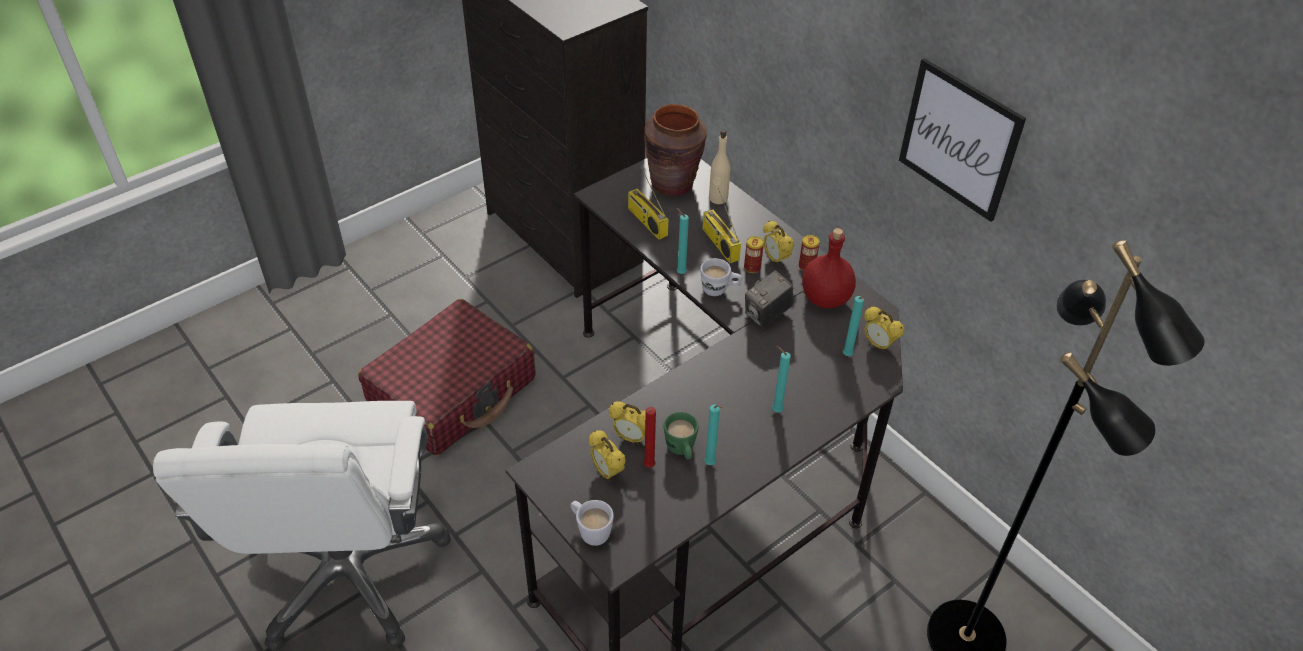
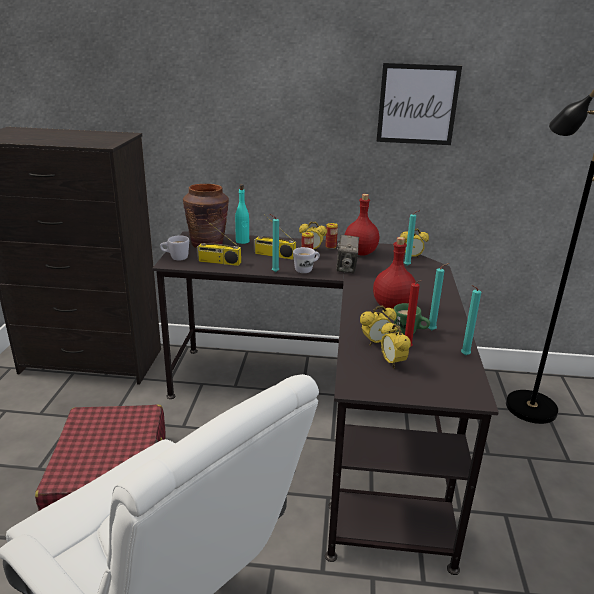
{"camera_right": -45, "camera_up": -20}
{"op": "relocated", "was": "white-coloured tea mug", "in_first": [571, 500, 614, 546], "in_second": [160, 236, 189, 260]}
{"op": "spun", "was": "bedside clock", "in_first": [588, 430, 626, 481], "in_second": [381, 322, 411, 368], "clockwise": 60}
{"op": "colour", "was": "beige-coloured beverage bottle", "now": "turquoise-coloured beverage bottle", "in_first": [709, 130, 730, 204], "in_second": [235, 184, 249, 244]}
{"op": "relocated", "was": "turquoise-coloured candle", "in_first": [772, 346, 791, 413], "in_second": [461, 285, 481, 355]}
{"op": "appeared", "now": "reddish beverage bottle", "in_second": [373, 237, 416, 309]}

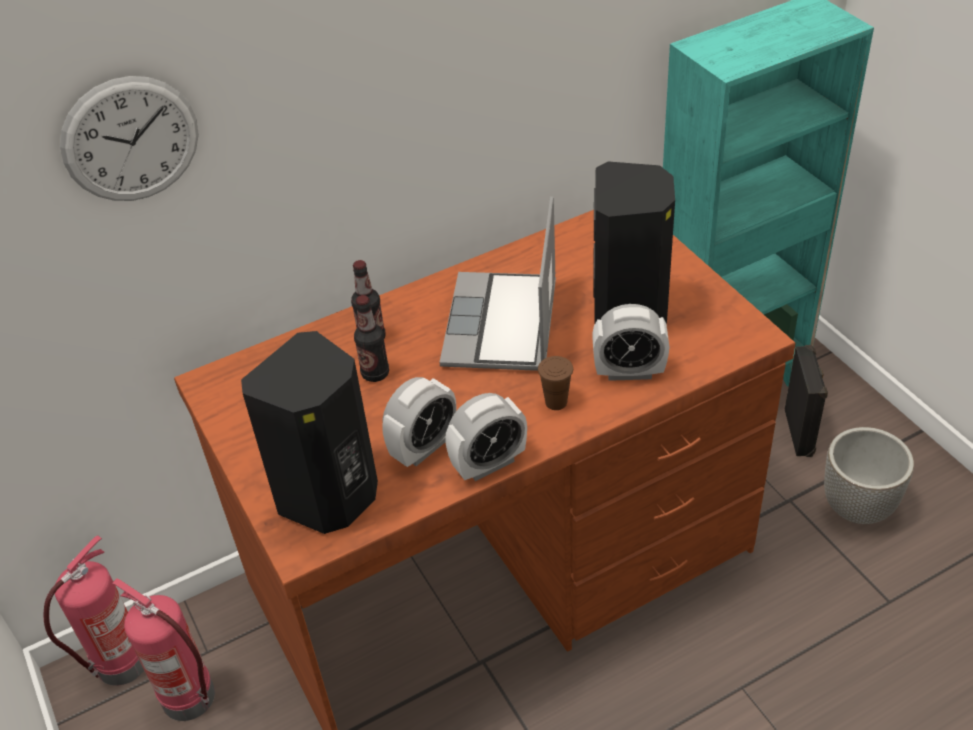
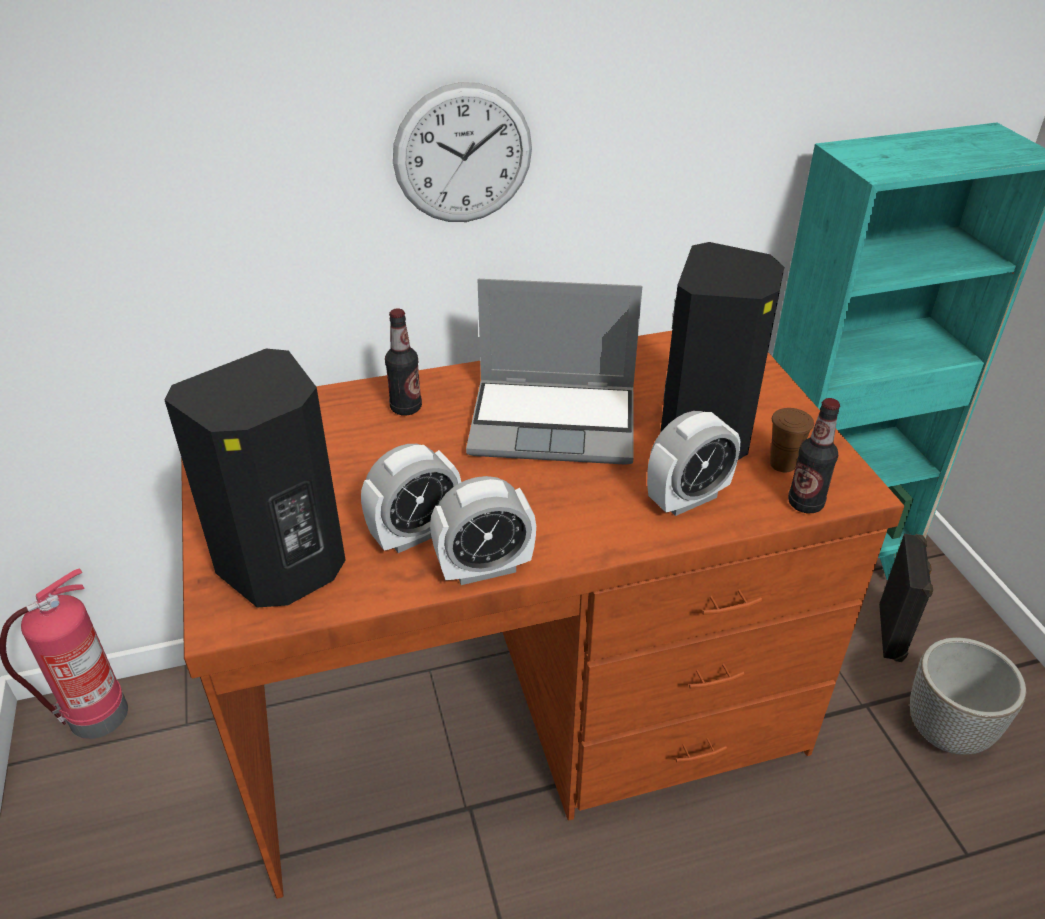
{"camera_right": 10, "camera_up": -5}
{"op": "relocated", "was": "wall clock", "in_first": [60, 76, 199, 201], "in_second": [393, 82, 532, 222]}
{"op": "missing", "was": "extinguisher", "in_first": [112, 579, 215, 721]}
{"op": "relocated", "was": "beverage bottle", "in_first": [354, 295, 389, 382], "in_second": [788, 398, 840, 513]}
{"op": "spun", "was": "notebook computer", "in_first": [439, 196, 556, 371], "in_second": [466, 279, 642, 465], "clockwise": -105}
{"op": "relocated", "was": "brownish small cup", "in_first": [538, 356, 573, 410], "in_second": [770, 408, 814, 472]}
{"op": "spun", "was": "bedside clock", "in_first": [592, 304, 669, 381], "in_second": [647, 411, 740, 516], "clockwise": -45}

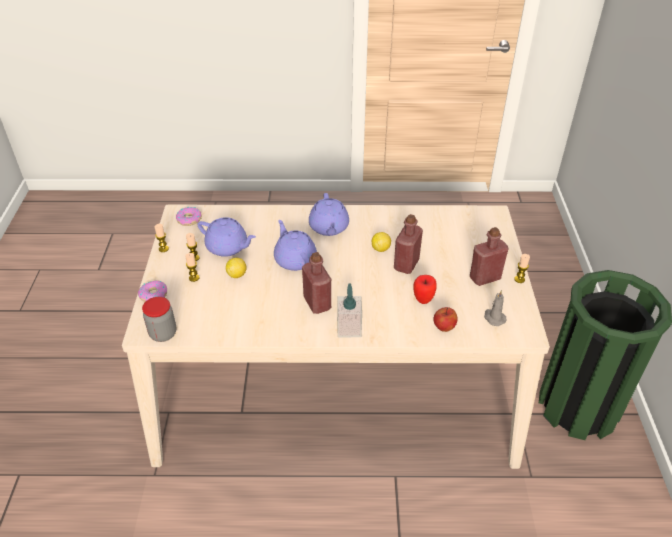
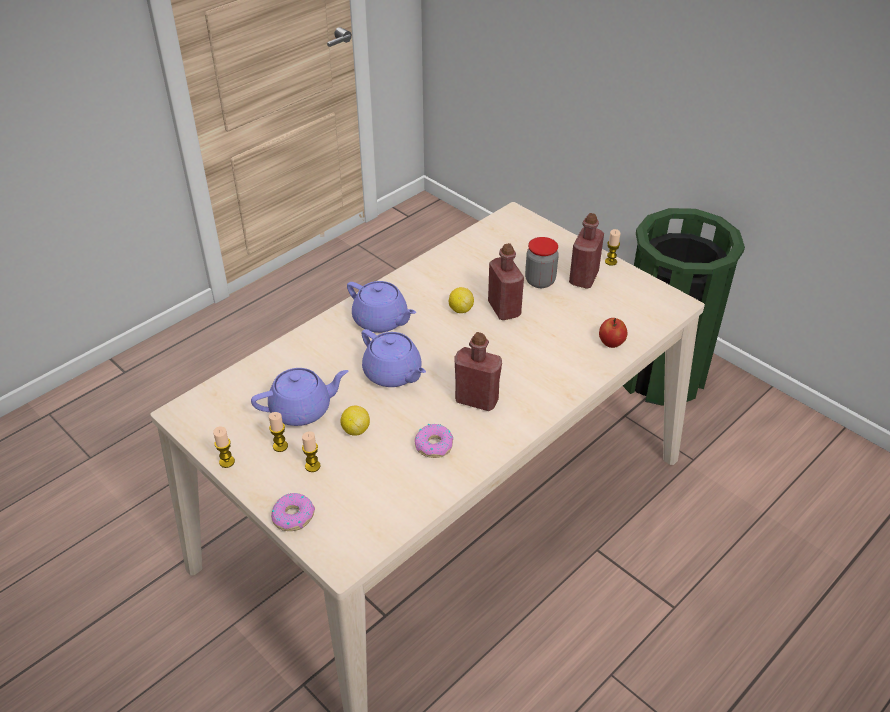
{"camera_right": -45, "camera_up": 0}
{"op": "relocated", "was": "jar", "in_first": [142, 297, 176, 342], "in_second": [525, 237, 559, 288]}
{"op": "relocated", "was": "donut", "in_first": [176, 207, 202, 226], "in_second": [414, 424, 453, 458]}
{"op": "spun", "was": "purple-coloured teapot", "in_first": [274, 220, 317, 271], "in_second": [361, 329, 426, 387], "clockwise": -150}
{"op": "missing", "was": "soap bottle", "in_first": [337, 284, 362, 338]}
{"op": "missing", "was": "apple fruit", "in_first": [413, 275, 437, 304]}
{"op": "missing", "was": "greyish candle", "in_first": [484, 290, 507, 326]}

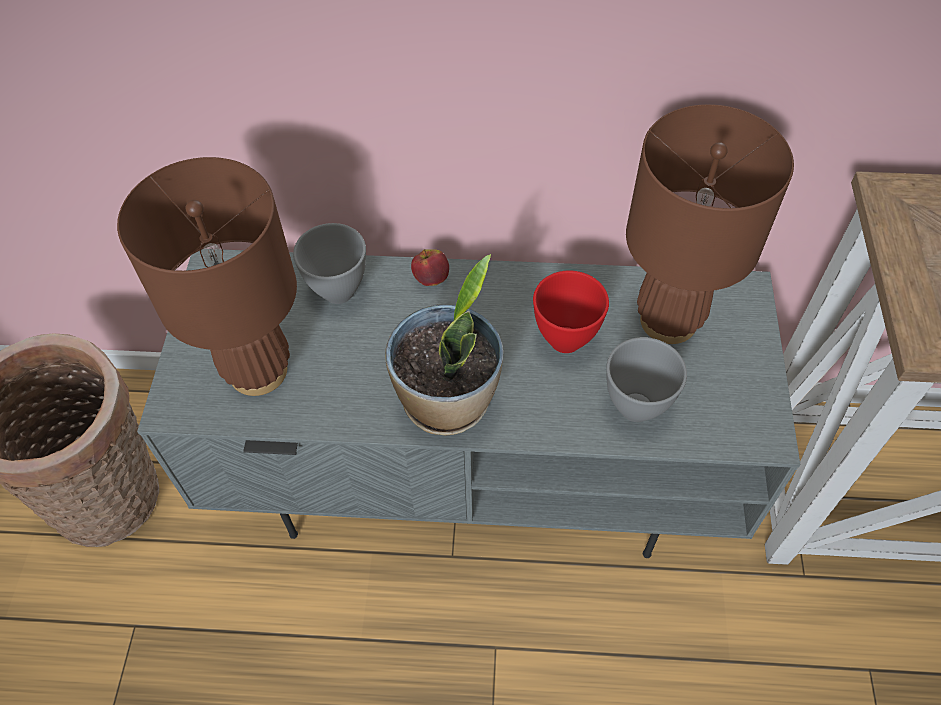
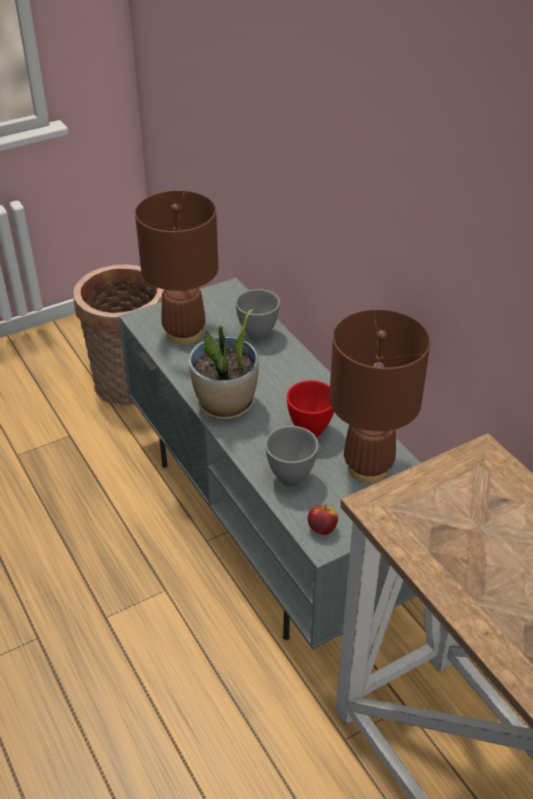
{"camera_right": 55, "camera_up": -15}
{"op": "relocated", "was": "apple fruit", "in_first": [411, 249, 449, 286], "in_second": [308, 504, 338, 535]}

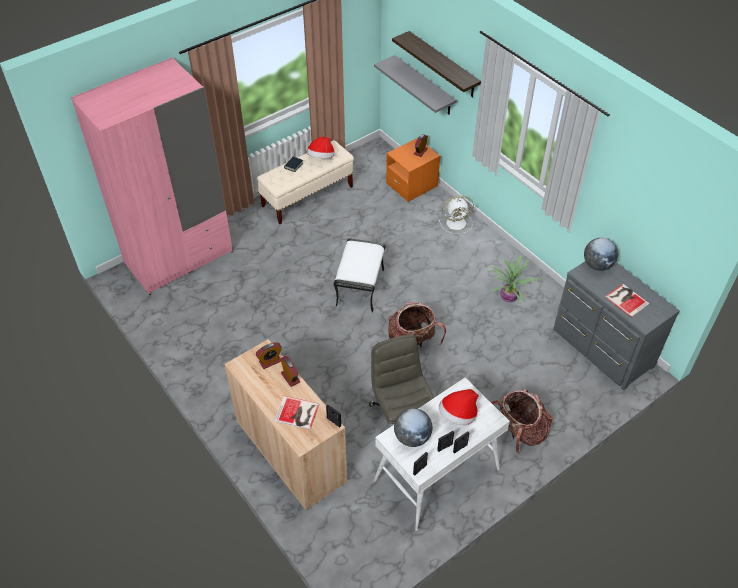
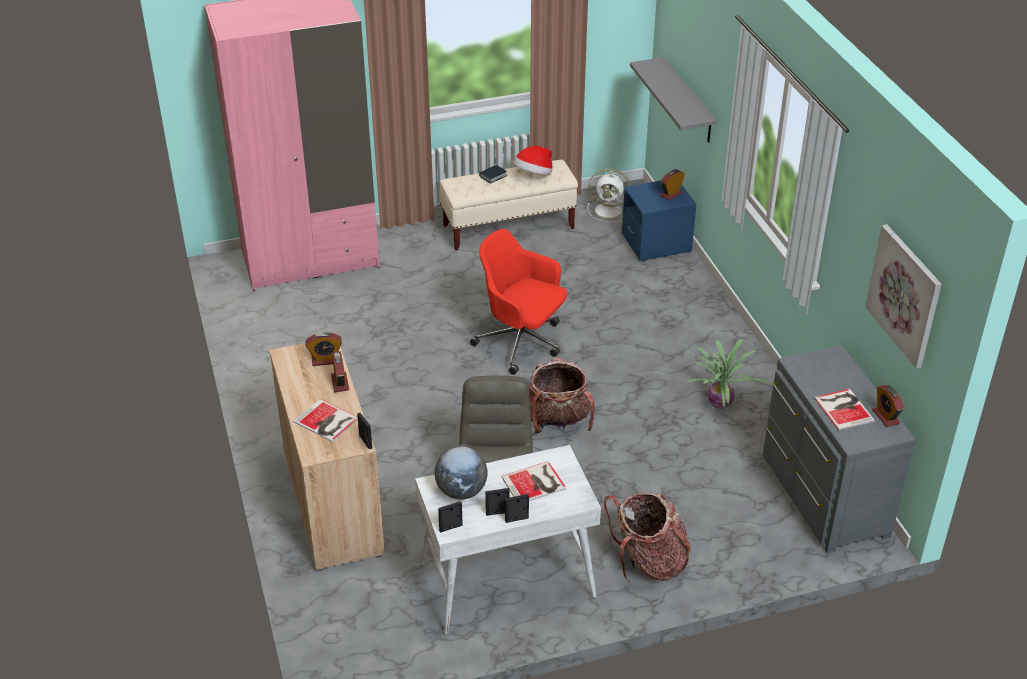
{"camera_right": 20, "camera_up": -10}
{"op": "exchanged", "was": "white-coloured ottoman", "now": "reddish office chair", "in_first": [334, 239, 386, 312], "in_second": [470, 229, 567, 375]}
{"op": "colour", "was": "orange bedside table", "now": "bluish bedside table", "in_first": [386, 138, 440, 202], "in_second": [622, 181, 697, 262]}
{"op": "missing", "was": "wall shelf", "in_first": [392, 31, 481, 97]}
{"op": "relocated", "was": "white-coloured cooling fan", "in_first": [439, 196, 474, 234], "in_second": [588, 169, 631, 222]}
{"op": "exchanged", "was": "hat", "now": "bound book", "in_first": [439, 389, 479, 425], "in_second": [501, 461, 566, 501]}
{"op": "missing", "was": "globe", "in_first": [584, 238, 618, 271]}
{"op": "appeared", "now": "wall art", "in_second": [865, 224, 942, 368]}
{"op": "appeared", "now": "bedside clock", "in_second": [872, 385, 904, 427]}

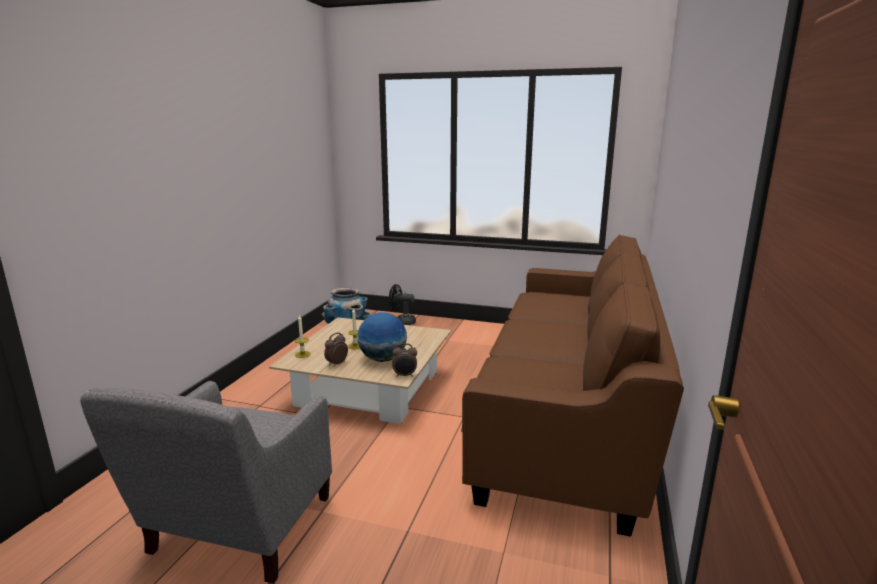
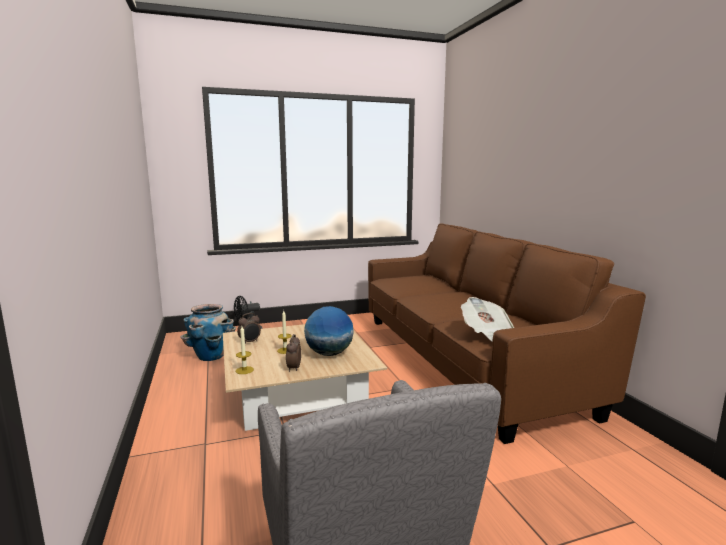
{"camera_right": -35, "camera_up": -5}
{"op": "relocated", "was": "bedside clock", "in_first": [392, 343, 417, 377], "in_second": [237, 313, 261, 343]}
{"op": "appeared", "now": "daily paper", "in_second": [461, 297, 514, 342]}

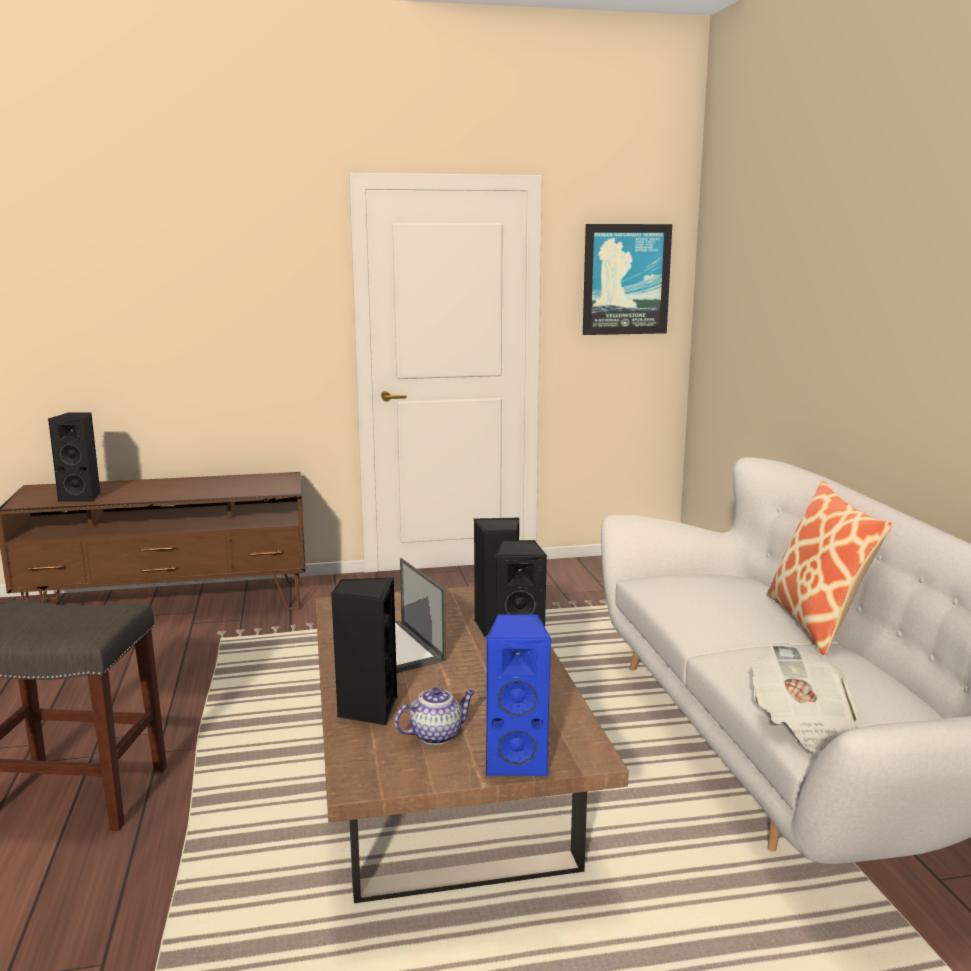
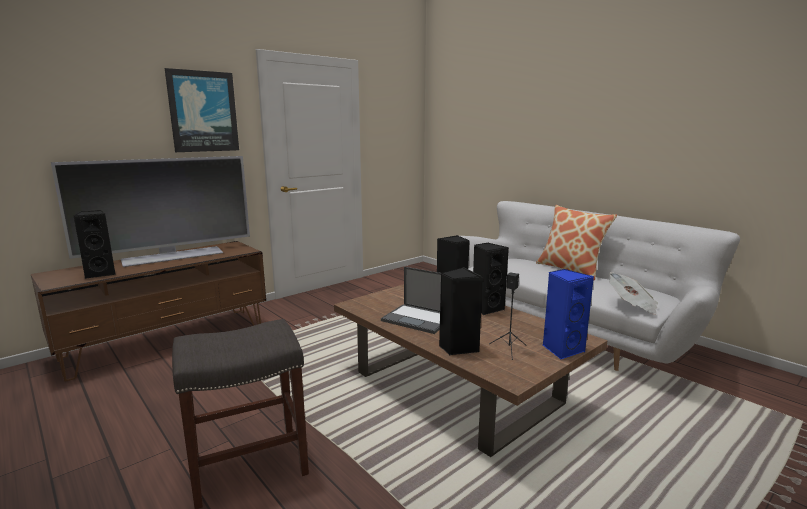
{"camera_right": -30, "camera_up": 0}
{"op": "exchanged", "was": "teapot", "now": "blackish speaker", "in_first": [395, 688, 475, 745], "in_second": [489, 272, 526, 360]}
{"op": "relocated", "was": "wall art", "in_first": [583, 224, 672, 335], "in_second": [165, 68, 239, 152]}
{"op": "appeared", "now": "TV", "in_second": [51, 156, 250, 267]}

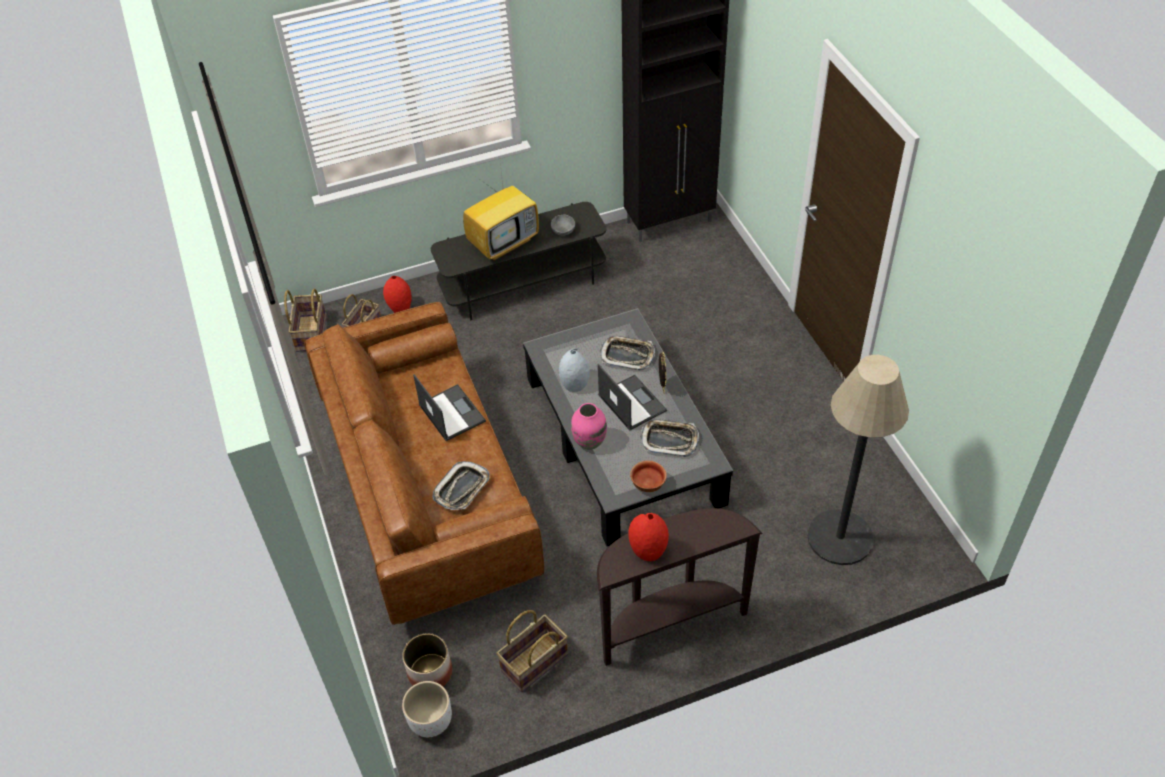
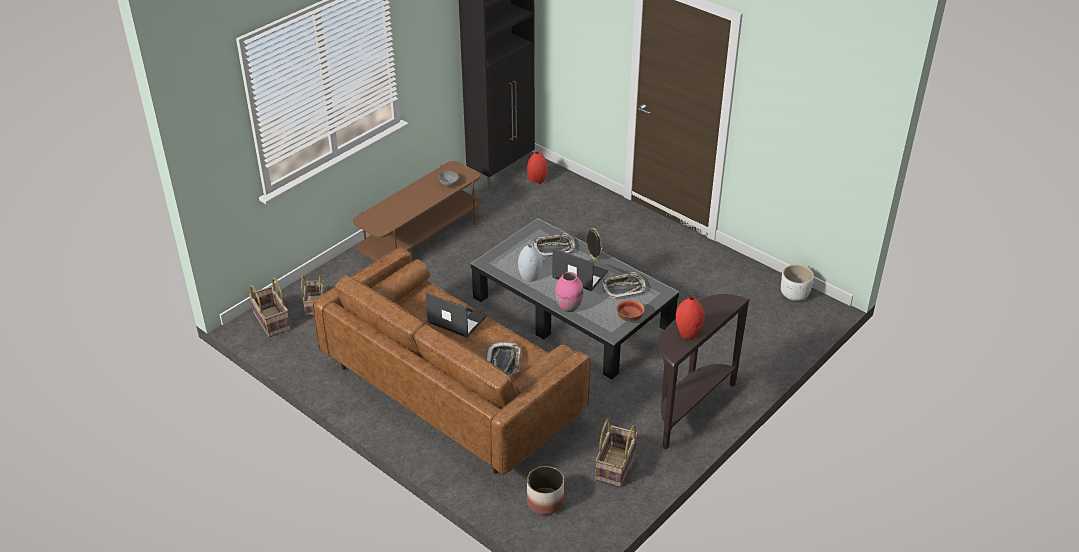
{"camera_right": -30, "camera_up": -10}
{"op": "relocated", "was": "reddish flower vase", "in_first": [383, 276, 412, 313], "in_second": [527, 152, 548, 184]}
{"op": "relocated", "was": "white-coloured plant pot", "in_first": [402, 681, 452, 737], "in_second": [781, 264, 814, 301]}
{"op": "colour", "was": "greyish media console", "now": "brownish media console", "in_first": [431, 202, 606, 320], "in_second": [353, 161, 480, 261]}
{"op": "missing", "was": "TV", "in_first": [463, 163, 539, 261]}
{"op": "missing", "was": "standing lamp", "in_first": [807, 355, 909, 565]}

